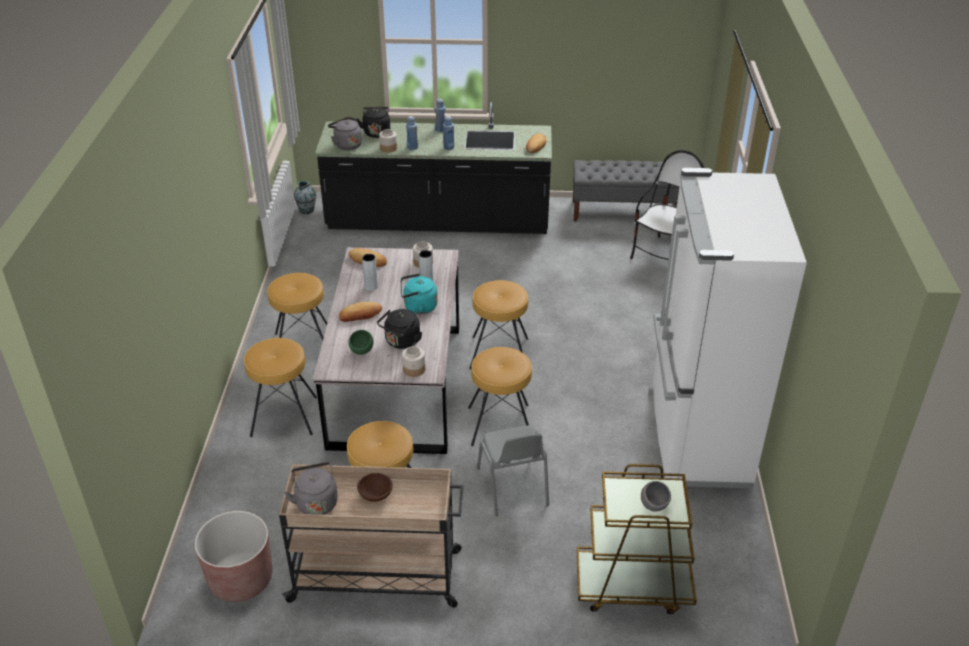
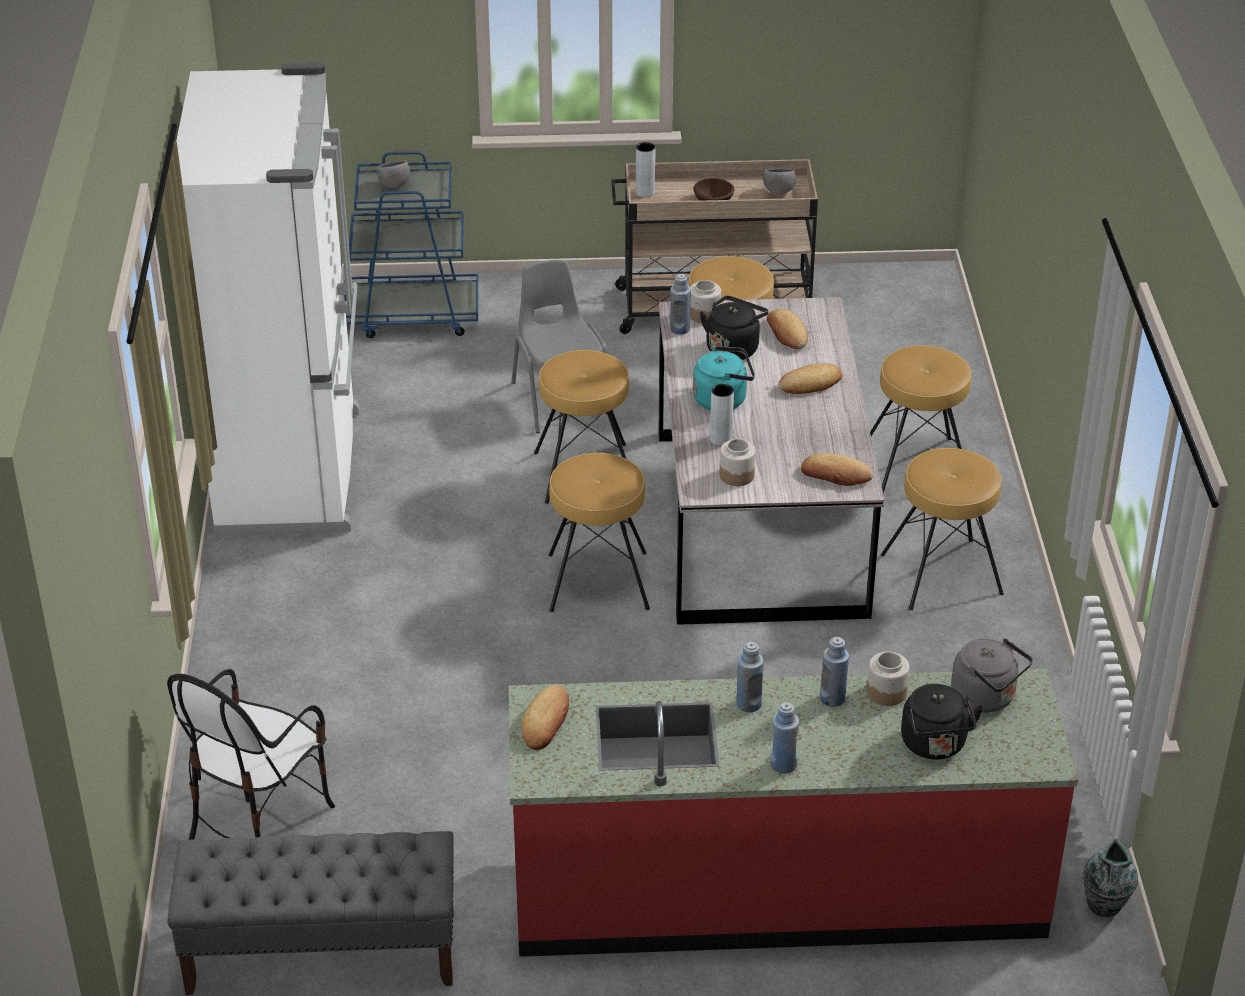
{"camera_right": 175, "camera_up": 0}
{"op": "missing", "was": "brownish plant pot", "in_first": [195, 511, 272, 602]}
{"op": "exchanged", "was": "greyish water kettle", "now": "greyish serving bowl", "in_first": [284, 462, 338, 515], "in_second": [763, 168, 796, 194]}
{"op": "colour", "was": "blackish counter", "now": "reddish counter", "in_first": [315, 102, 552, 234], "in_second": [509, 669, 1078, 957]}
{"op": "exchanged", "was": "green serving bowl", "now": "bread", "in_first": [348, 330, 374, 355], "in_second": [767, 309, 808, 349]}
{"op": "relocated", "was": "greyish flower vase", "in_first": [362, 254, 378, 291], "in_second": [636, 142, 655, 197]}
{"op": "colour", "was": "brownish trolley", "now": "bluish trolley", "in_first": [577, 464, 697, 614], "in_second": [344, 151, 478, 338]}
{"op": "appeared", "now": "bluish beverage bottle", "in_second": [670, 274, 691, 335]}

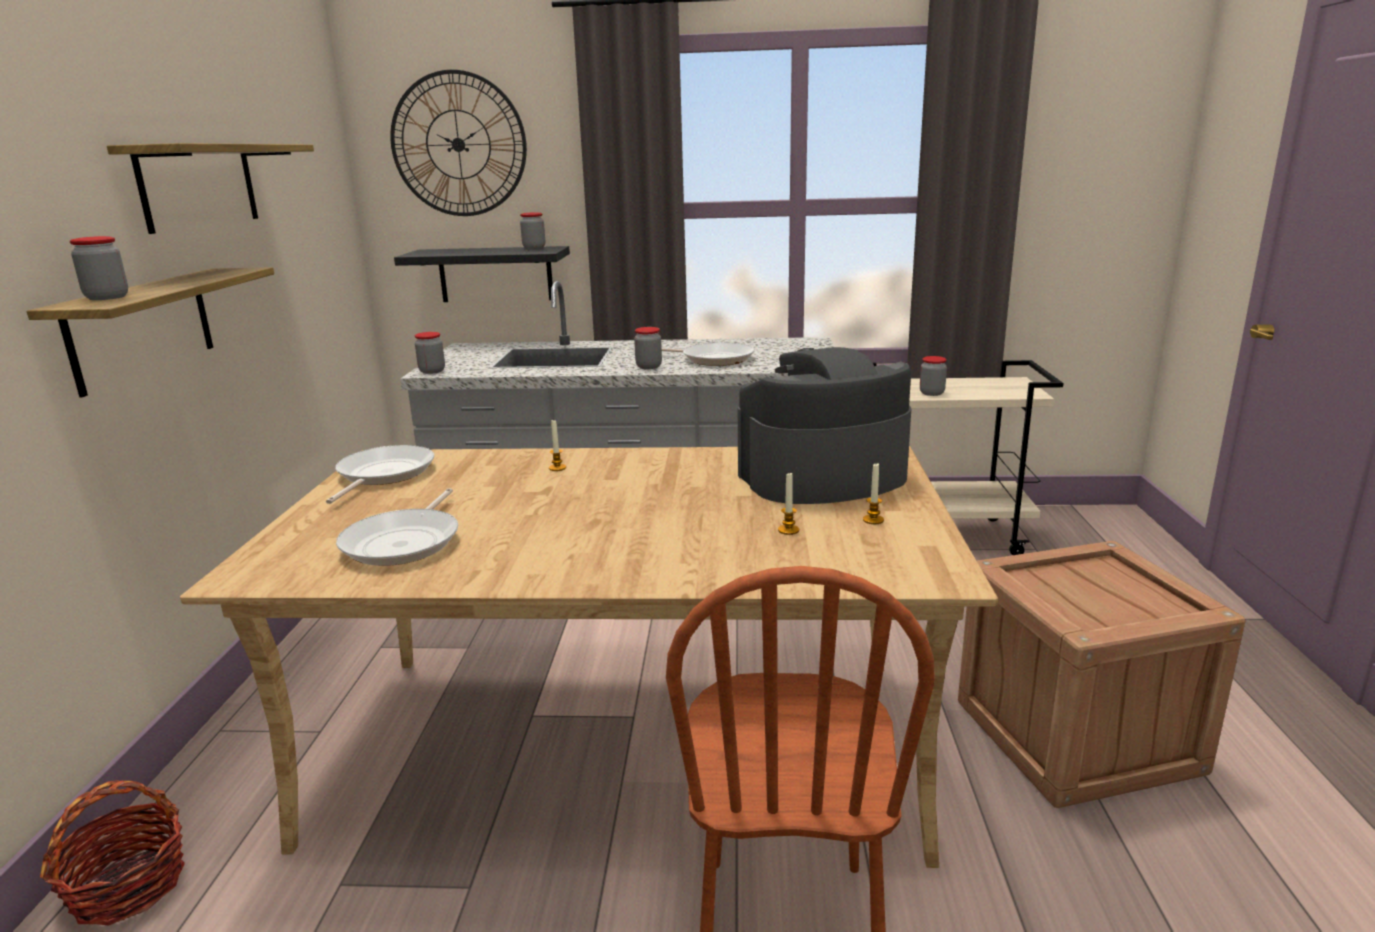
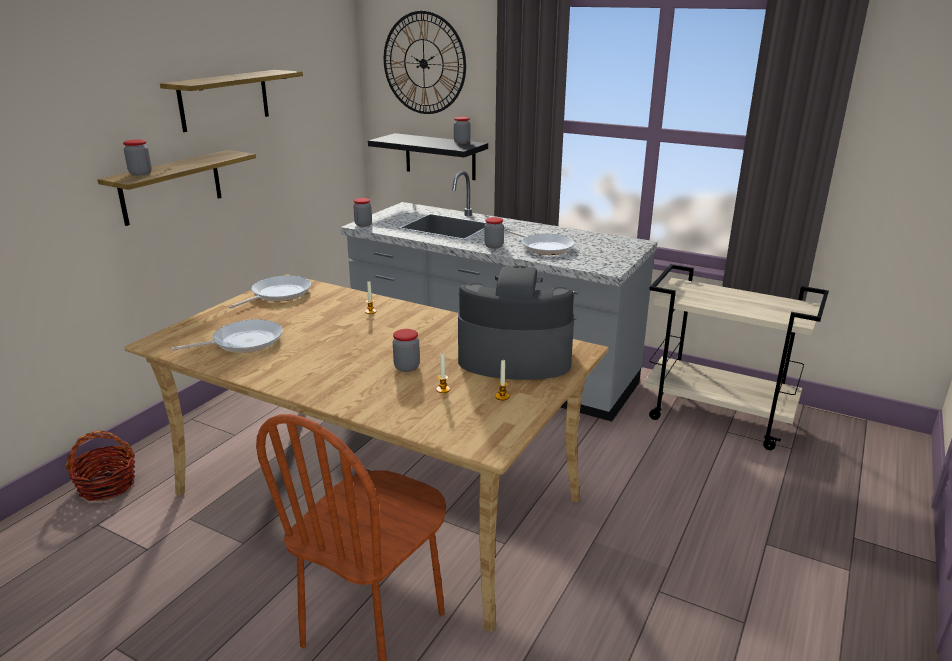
{"camera_right": 25, "camera_up": 5}
{"op": "spun", "was": "skillet", "in_first": [336, 488, 458, 566], "in_second": [172, 319, 283, 353], "clockwise": -150}
{"op": "relocated", "was": "jar", "in_first": [920, 356, 947, 396], "in_second": [393, 329, 420, 372]}
{"op": "missing", "was": "shipping crate", "in_first": [958, 541, 1245, 808]}

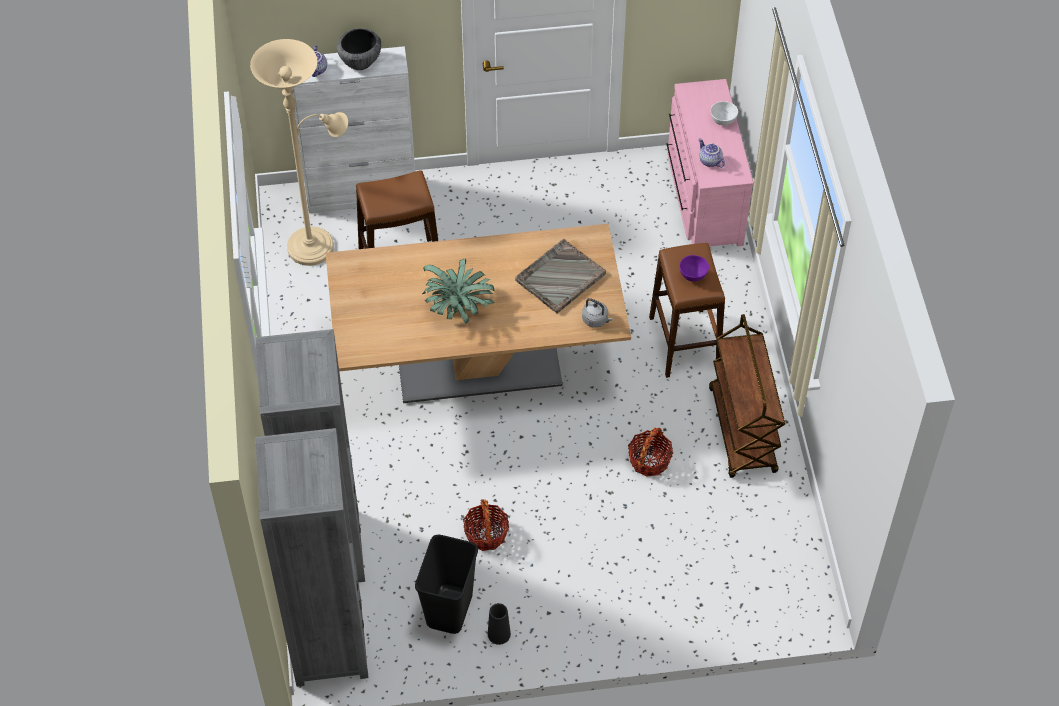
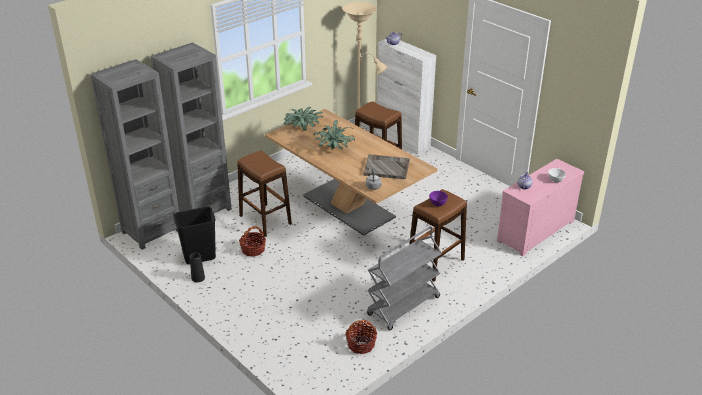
{"camera_right": 55, "camera_up": -20}
{"op": "missing", "was": "serving bowl", "in_first": [336, 28, 381, 70]}
{"op": "relocated", "was": "basket", "in_first": [628, 428, 673, 477], "in_second": [345, 320, 377, 354]}
{"op": "colour", "was": "brownish trolley", "now": "greyish trolley", "in_first": [709, 314, 785, 478], "in_second": [367, 226, 442, 330]}
{"op": "appeared", "now": "brownish stool", "in_second": [237, 151, 292, 237]}
{"op": "appeared", "now": "plant in a pot", "in_second": [283, 107, 323, 131]}

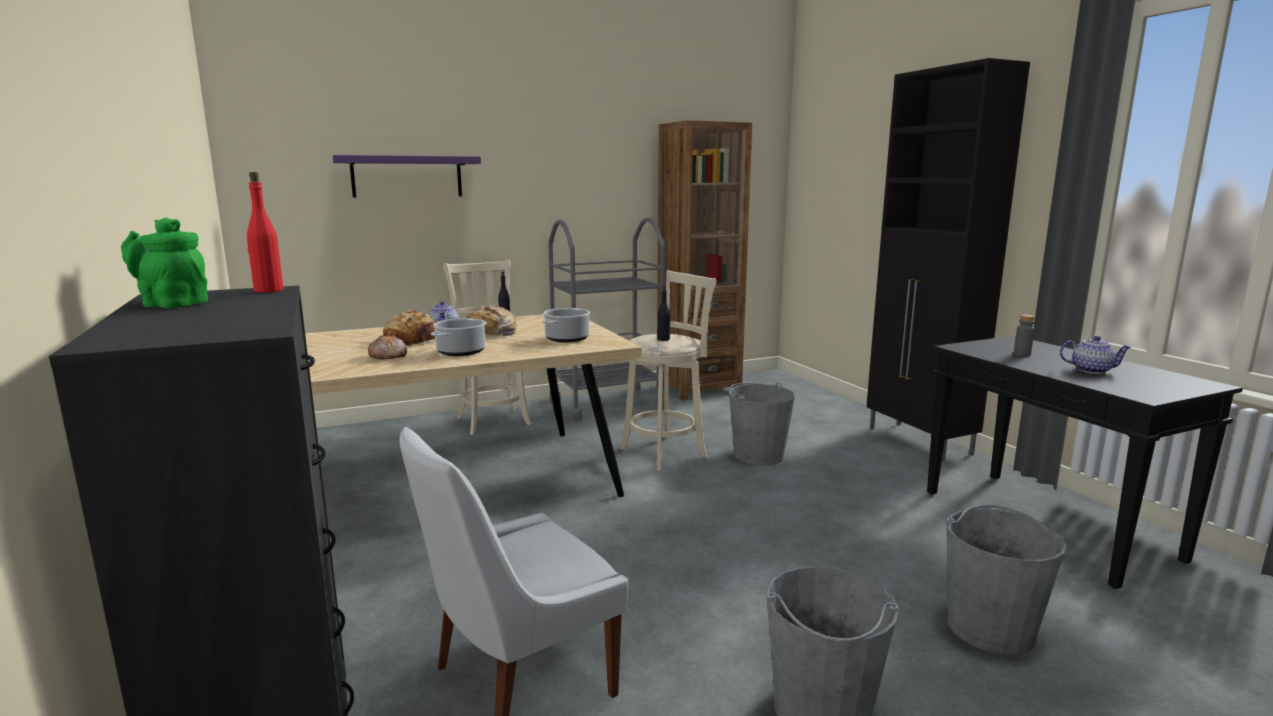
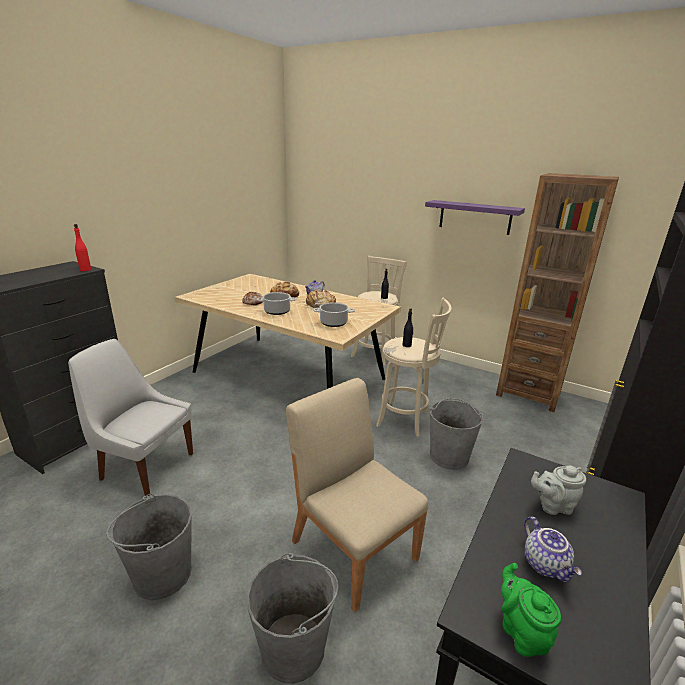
{"camera_right": 55, "camera_up": 10}
{"op": "relocated", "was": "green teapot", "in_first": [121, 217, 208, 308], "in_second": [501, 563, 561, 657]}
{"op": "relocated", "was": "purple-coloured wall shelf", "in_first": [332, 155, 481, 198], "in_second": [425, 200, 525, 235]}
{"op": "missing", "was": "greyish trolley", "in_first": [548, 217, 665, 422]}
{"op": "exchanged", "was": "greyish beverage bottle", "now": "greyish teapot", "in_first": [1014, 315, 1035, 356], "in_second": [531, 466, 586, 515]}
{"op": "appeared", "now": "beige-coloured upright chair", "in_second": [286, 378, 429, 612]}

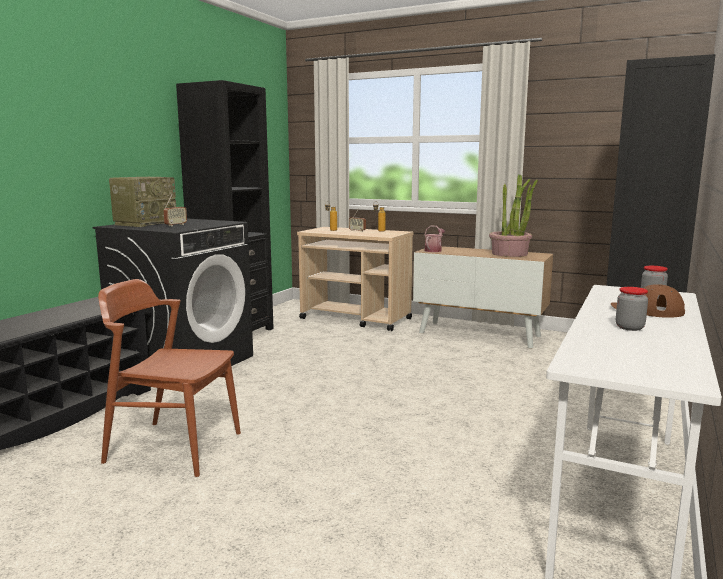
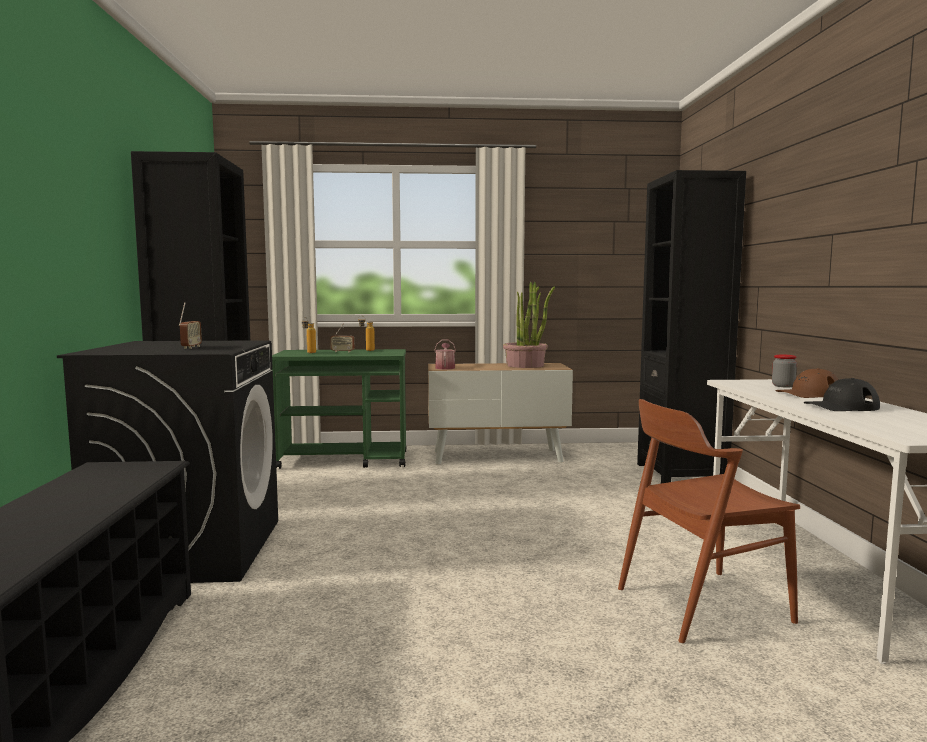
{"camera_right": -30, "camera_up": -5}
{"op": "relocated", "was": "brownish upright chair", "in_first": [98, 279, 241, 477], "in_second": [618, 399, 800, 643]}
{"op": "missing", "was": "radio", "in_first": [109, 177, 176, 227]}
{"op": "colour", "was": "beige-coloured trolley", "now": "green trolley", "in_first": [297, 227, 414, 331], "in_second": [272, 349, 406, 469]}
{"op": "exchanged", "was": "jar", "now": "blackish peaked cap", "in_first": [616, 287, 648, 331], "in_second": [804, 378, 880, 411]}

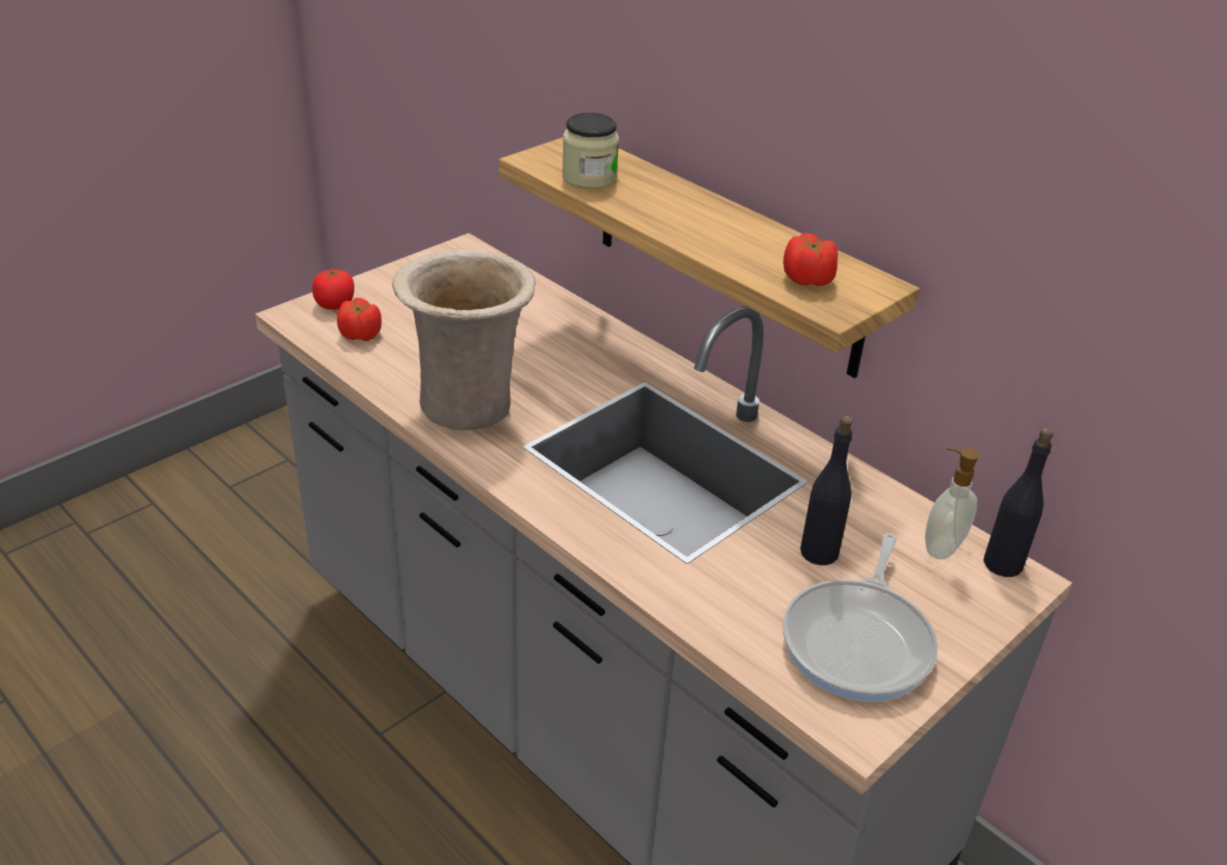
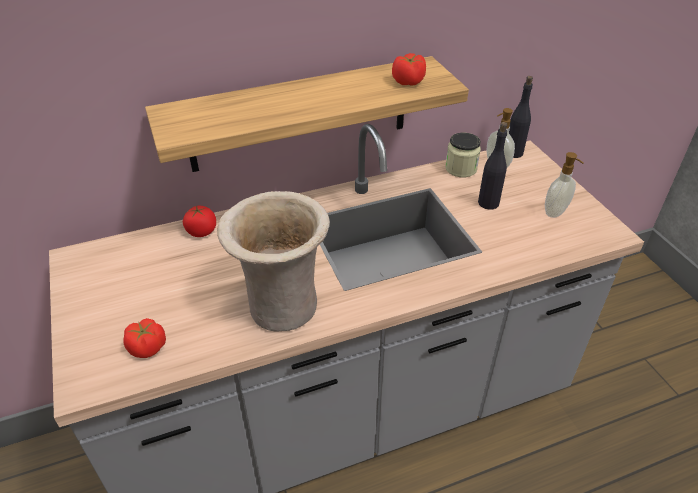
{"camera_right": -65, "camera_up": 5}
{"op": "relocated", "was": "tomato", "in_first": [312, 269, 354, 310], "in_second": [183, 205, 216, 237]}
{"op": "relocated", "was": "jar", "in_first": [562, 113, 619, 189], "in_second": [445, 133, 481, 177]}
{"op": "exchanged", "was": "skillet", "now": "soap bottle", "in_first": [783, 533, 938, 702], "in_second": [545, 152, 584, 218]}

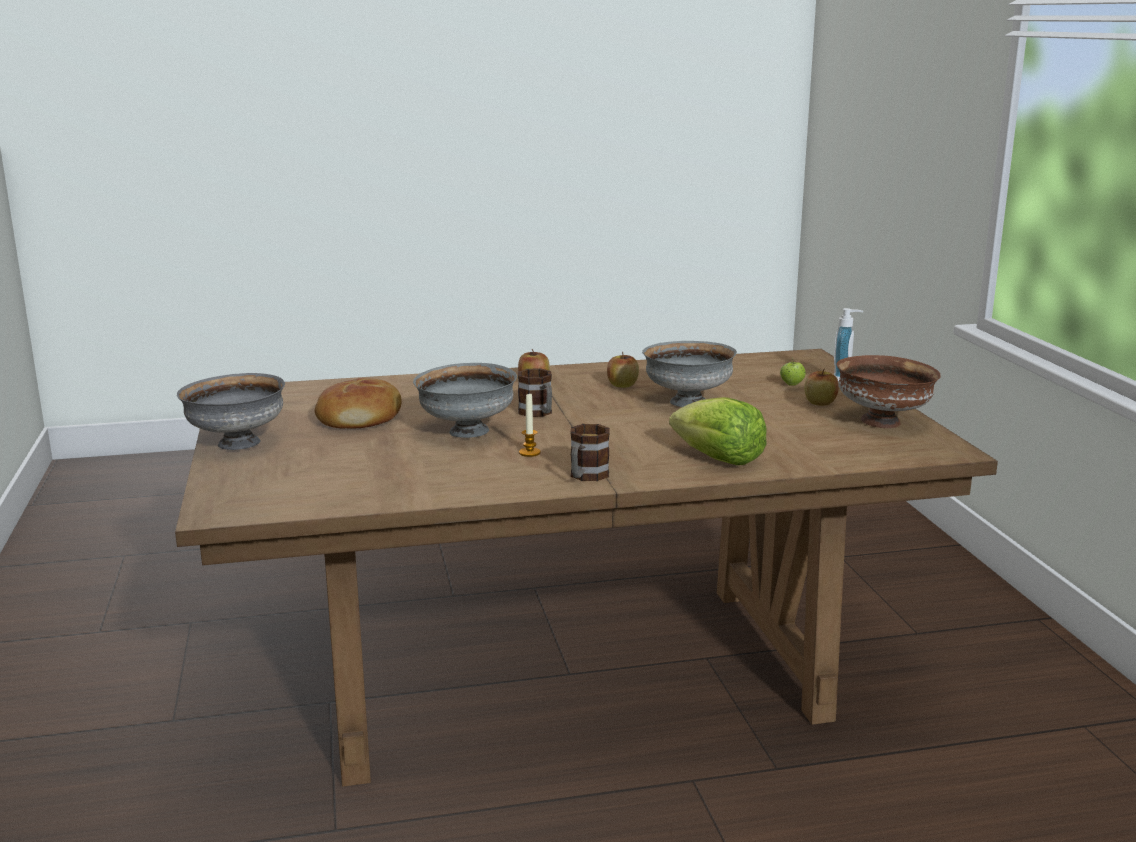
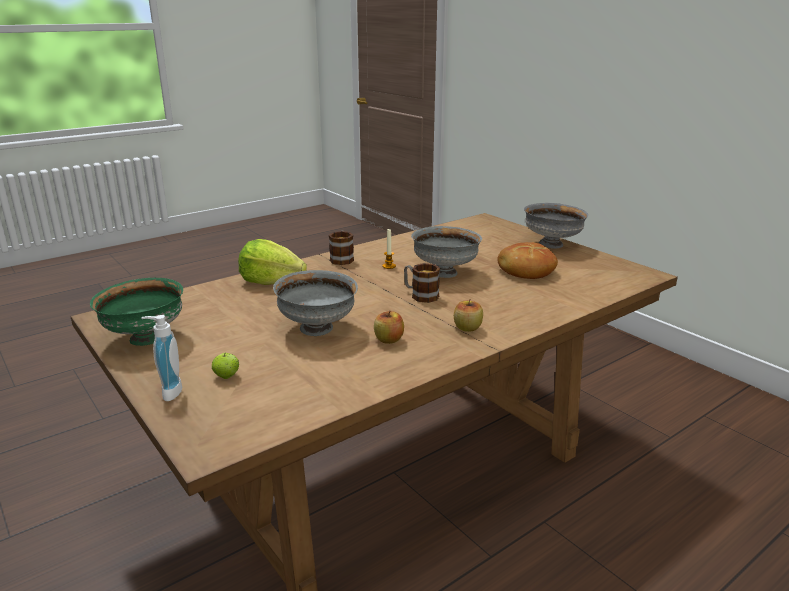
{"camera_right": 155, "camera_up": 5}
{"op": "missing", "was": "apple fruit", "in_first": [804, 368, 839, 406]}
{"op": "colour", "was": "brownish serving bowl", "now": "green serving bowl", "in_first": [836, 355, 941, 428], "in_second": [90, 278, 183, 346]}

